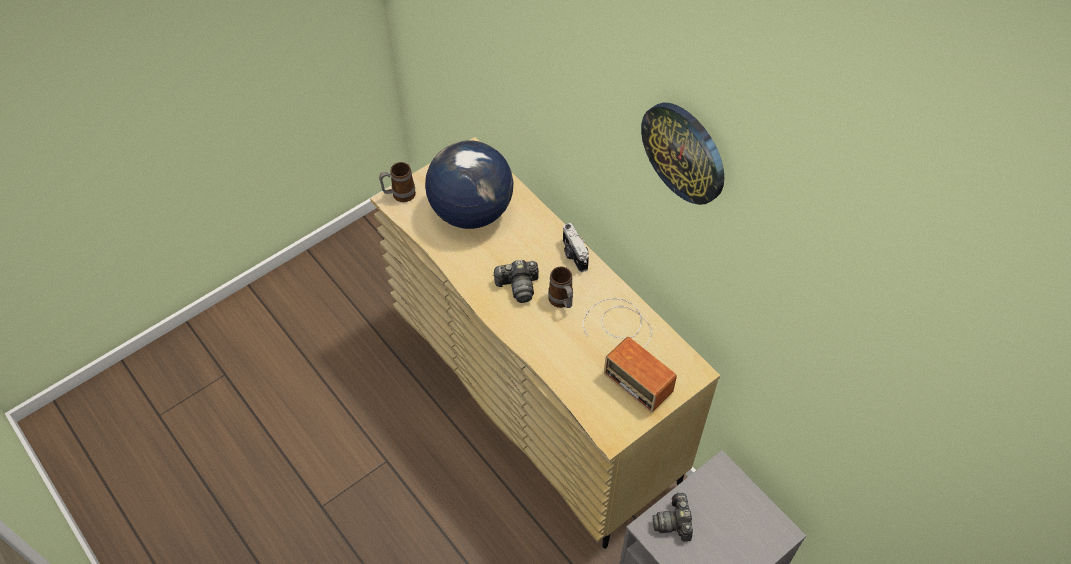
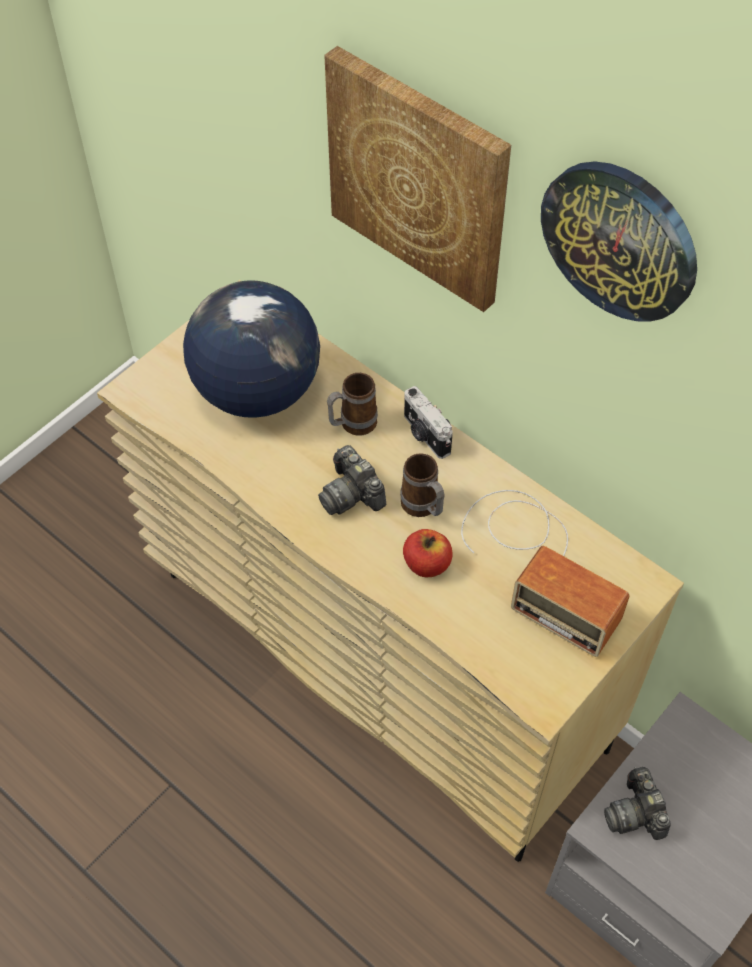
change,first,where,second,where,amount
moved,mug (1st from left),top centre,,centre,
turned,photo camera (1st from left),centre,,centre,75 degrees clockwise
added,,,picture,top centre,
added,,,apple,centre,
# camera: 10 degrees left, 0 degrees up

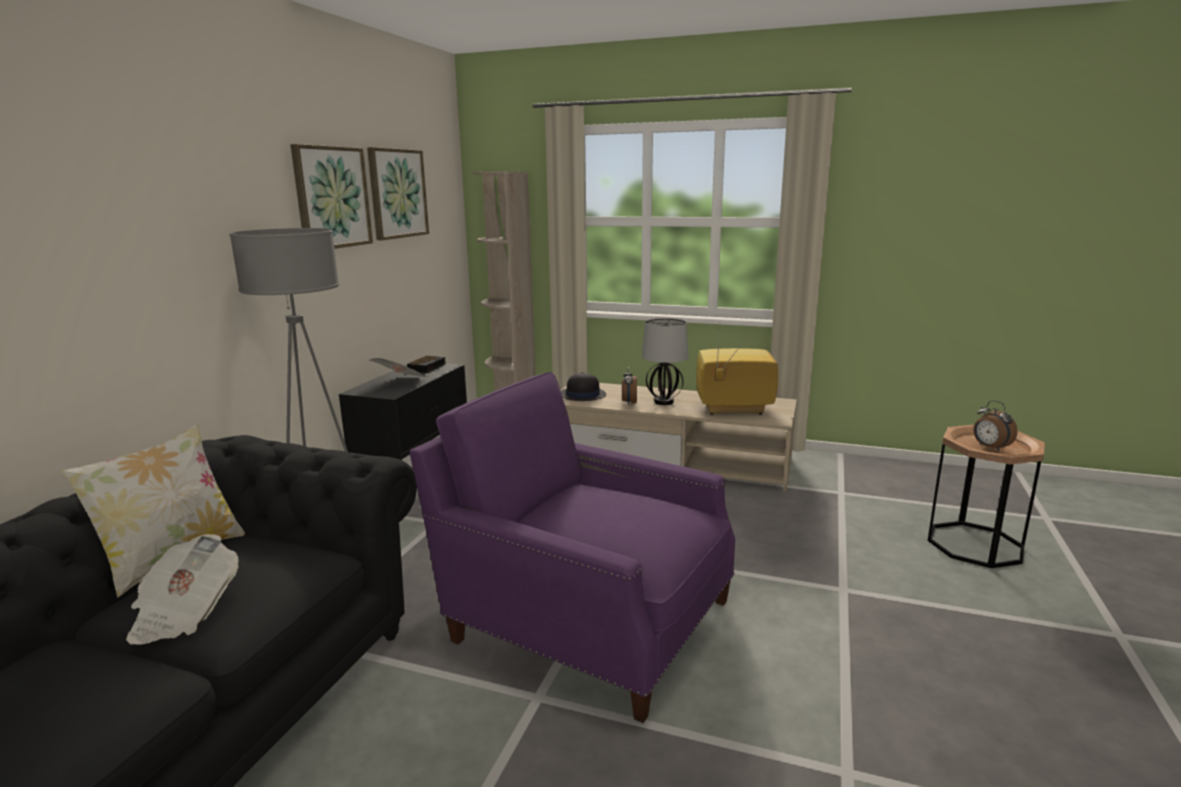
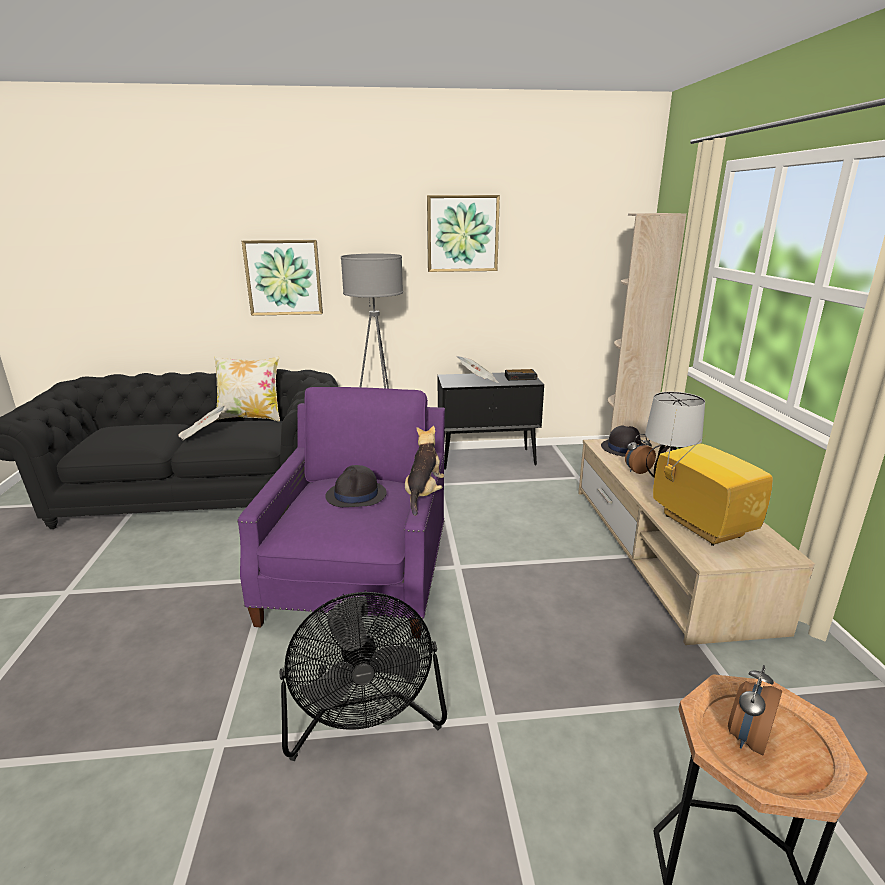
change,first,where,second,where,amount
moved,picture (2nd from left in the first image),top centre,picture (1st from left),top left,
added,,,plush toy,centre,
added,,,hat (black) (1st from left),centre,
added,,,fan (black),bottom centre,
# camera: 65 degrees right, 5 degrees up

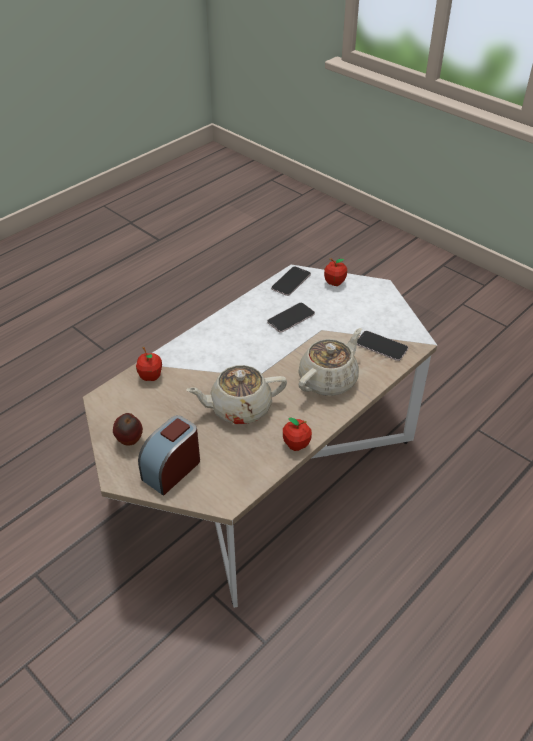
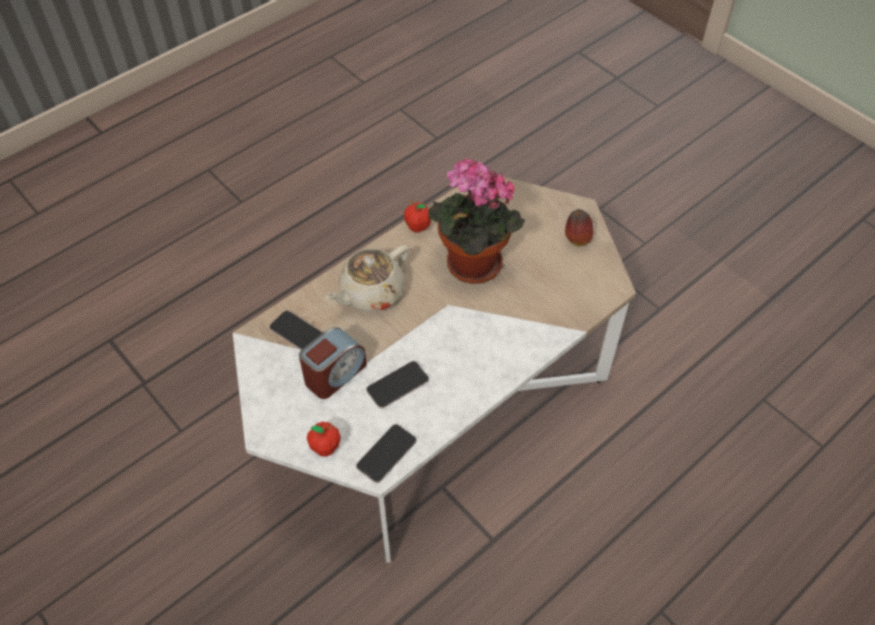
change,first,where,second,where,amount
removed,apple (2nd from left),middle left,,,
replaced,teapot (beige) (1st from left),centre,potted plant,centre,
moved,alarm clock,middle left,,centre,
# camera: 175 degrees left, 10 degrees up

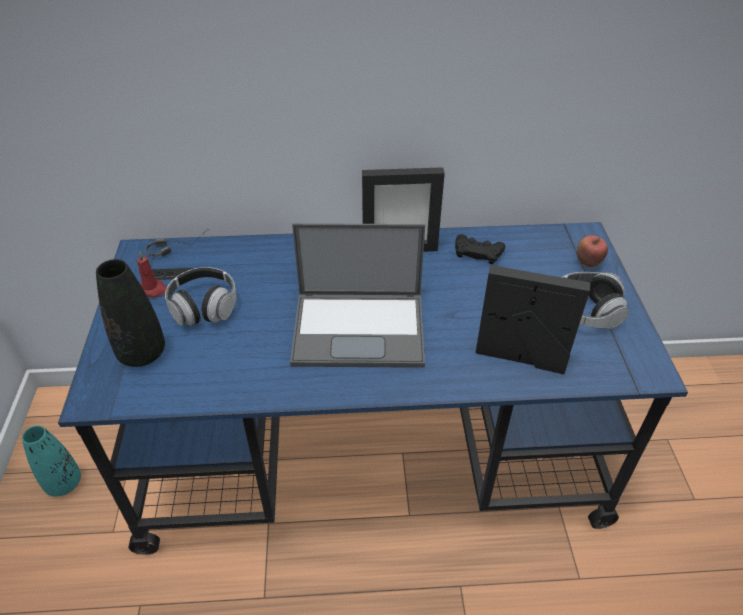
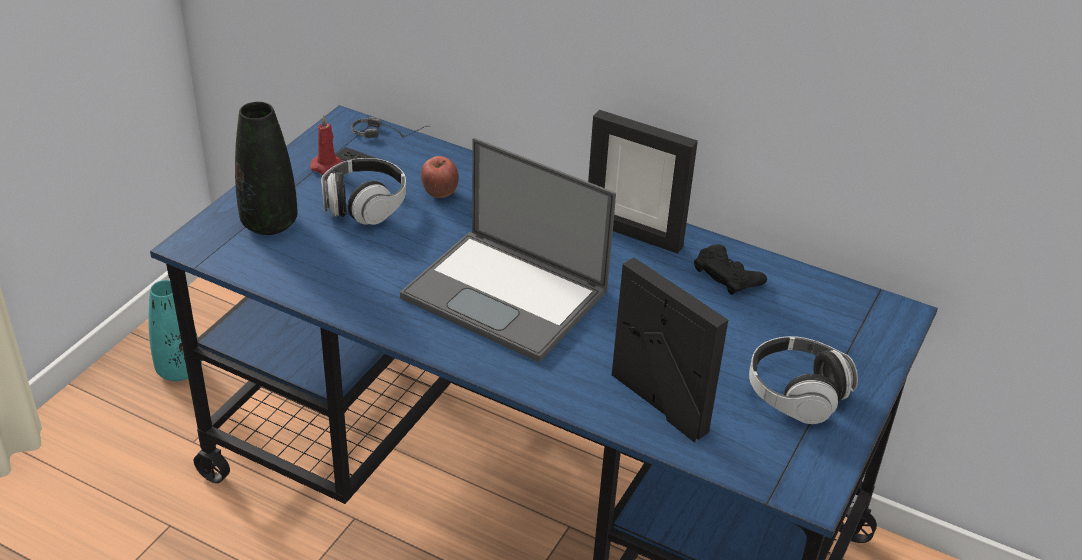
change,first,where,second,where,amount
moved,apple,middle right,,top centre,
# camera: 30 degrees right, 5 degrees down

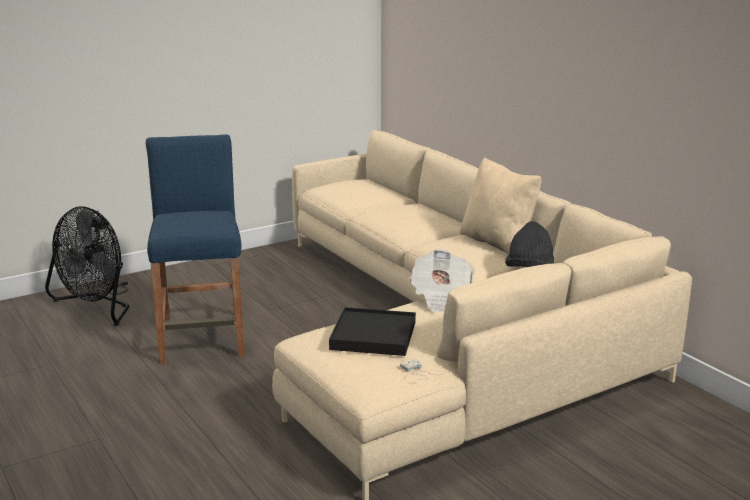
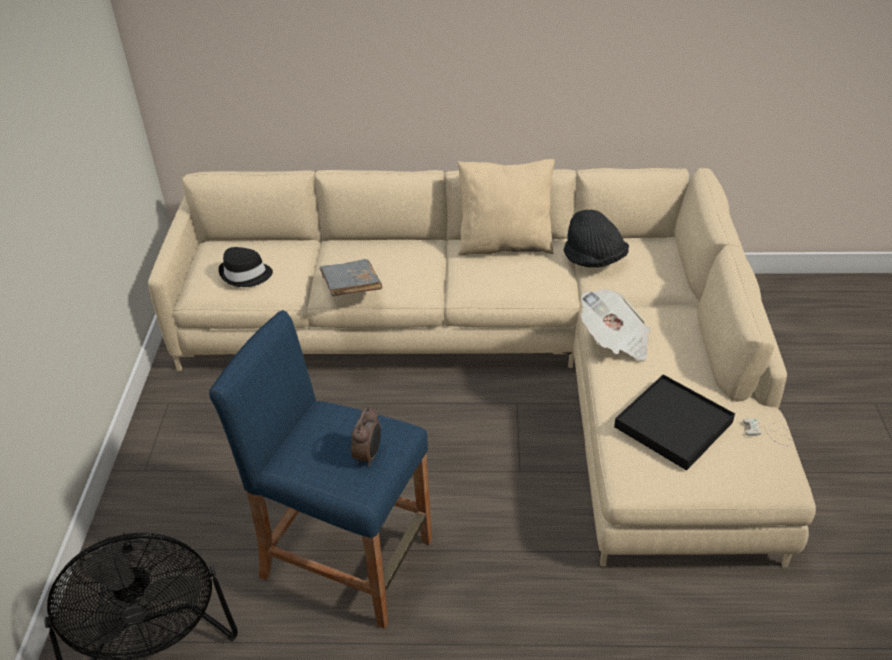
change,first,where,second,where,amount
added,,,hat (black) (1st from left),middle left,
added,,,book (grey),centre,
added,,,alarm clock,centre,
# camera: 55 degrees left, 20 degrees up

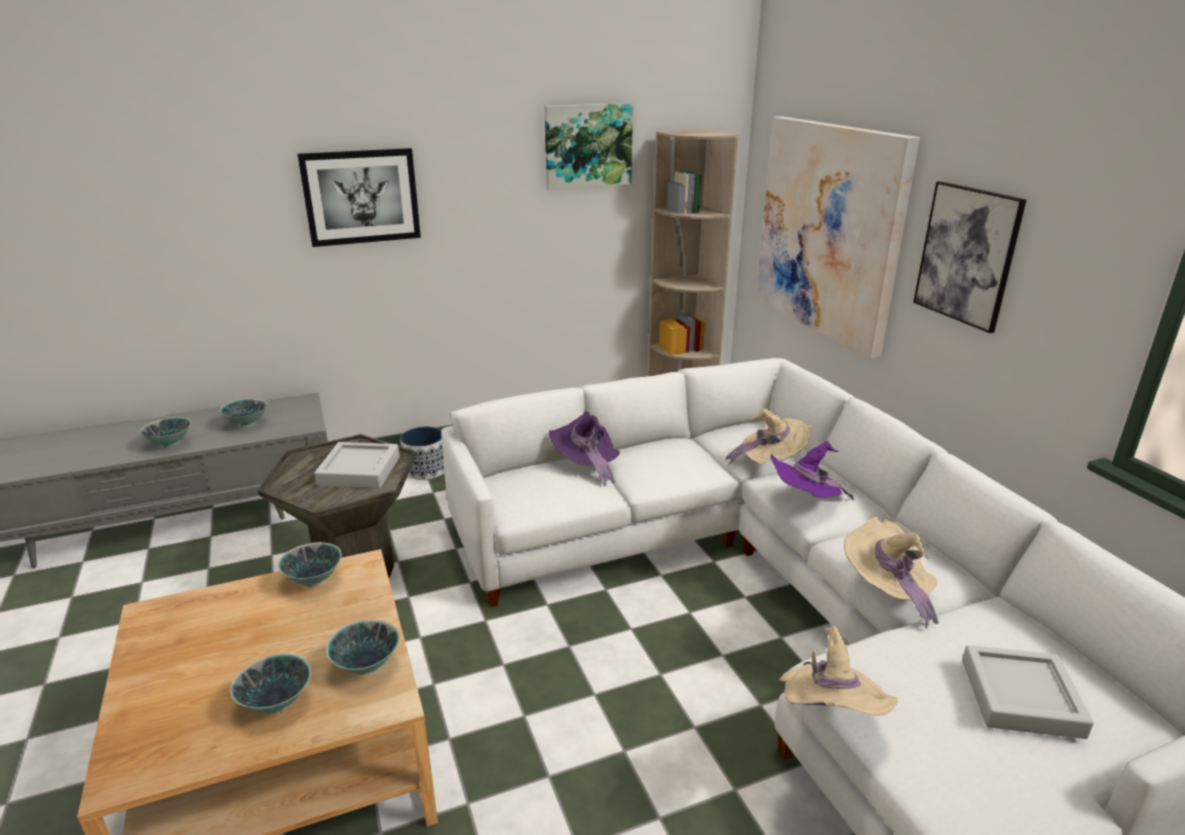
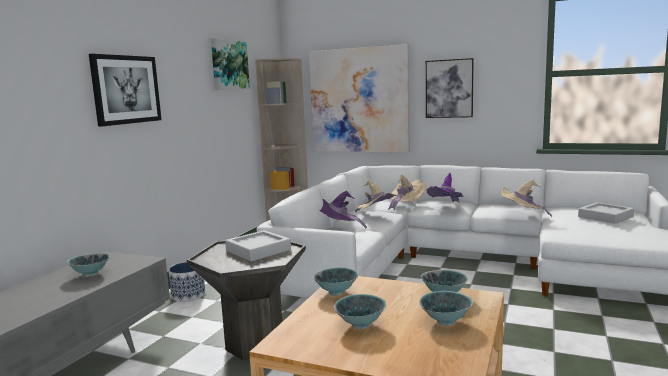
change,first,where,second,where,amount
moved,bowl (1st from left in the first image),middle left,bowl (3rd from left),bottom centre,
moved,hat (beige) (2nd from left in the first image),bottom right,hat (beige) (1st from left),centre,
# camera: 45 degrees left, 15 degrees down

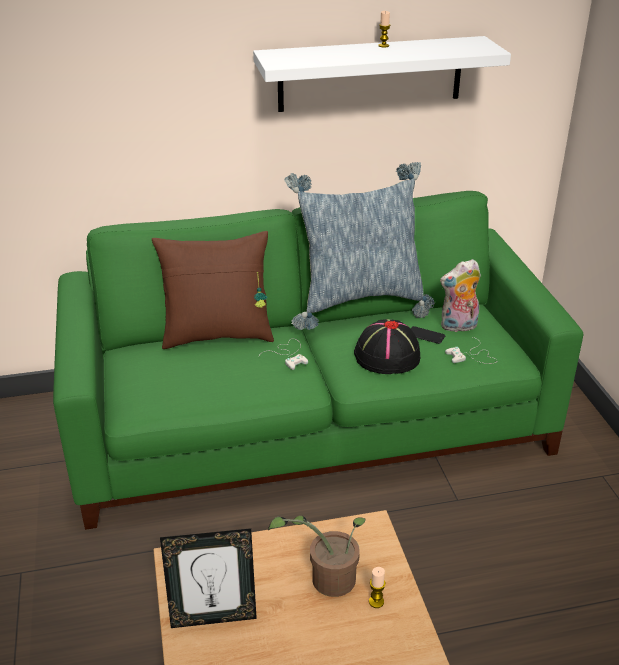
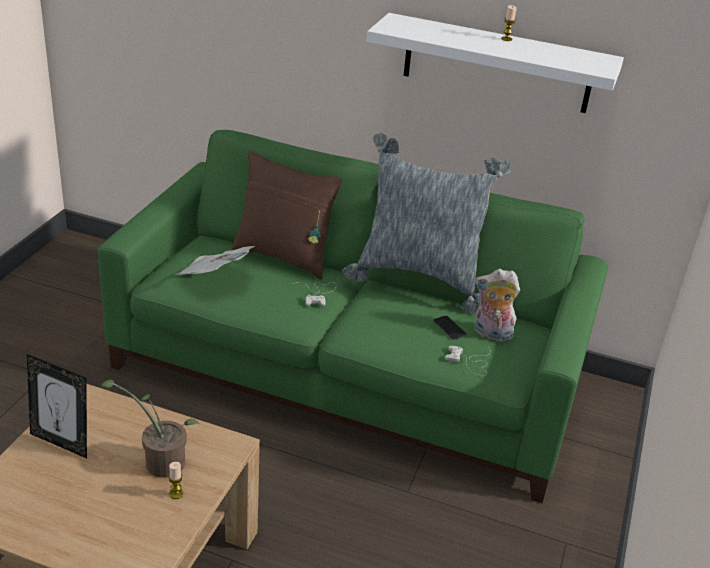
change,first,where,second,where,amount
removed,hat (black),centre,,,
added,,,newspaper,middle left,
# camera: 30 degrees right, 0 degrees up

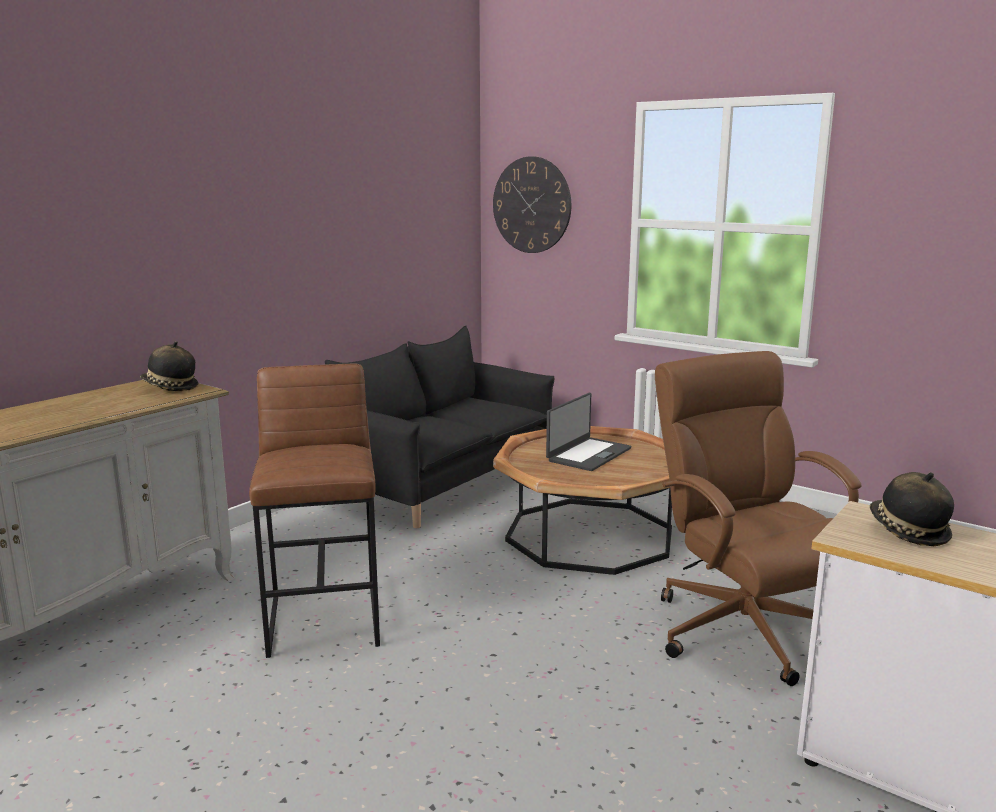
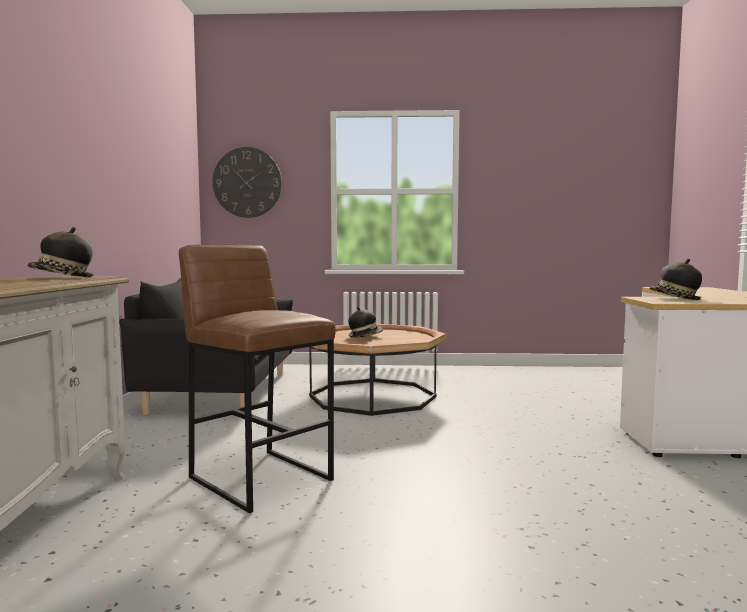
change,first,where,second,where,amount
removed,office chair (brown),middle right,,,
replaced,laptop,centre,hat (2nd from left),centre,
# camera: 35 degrees left, 10 degrees down

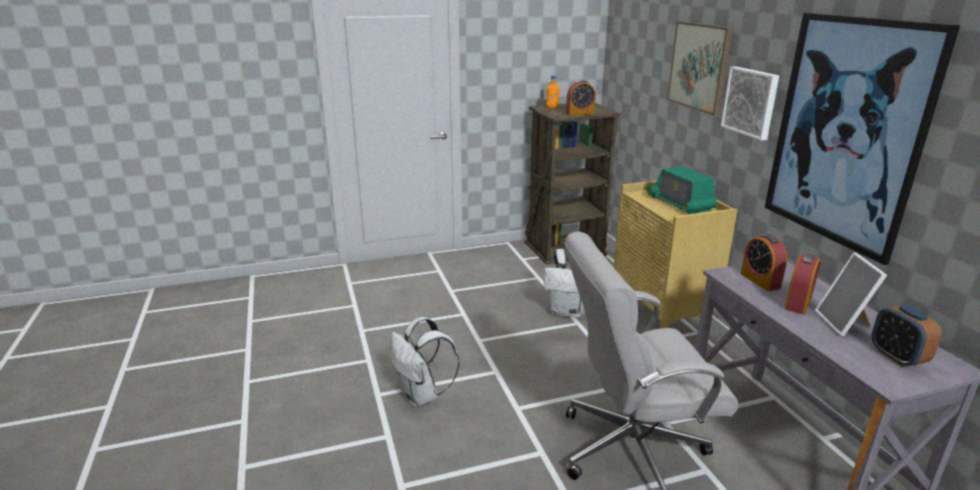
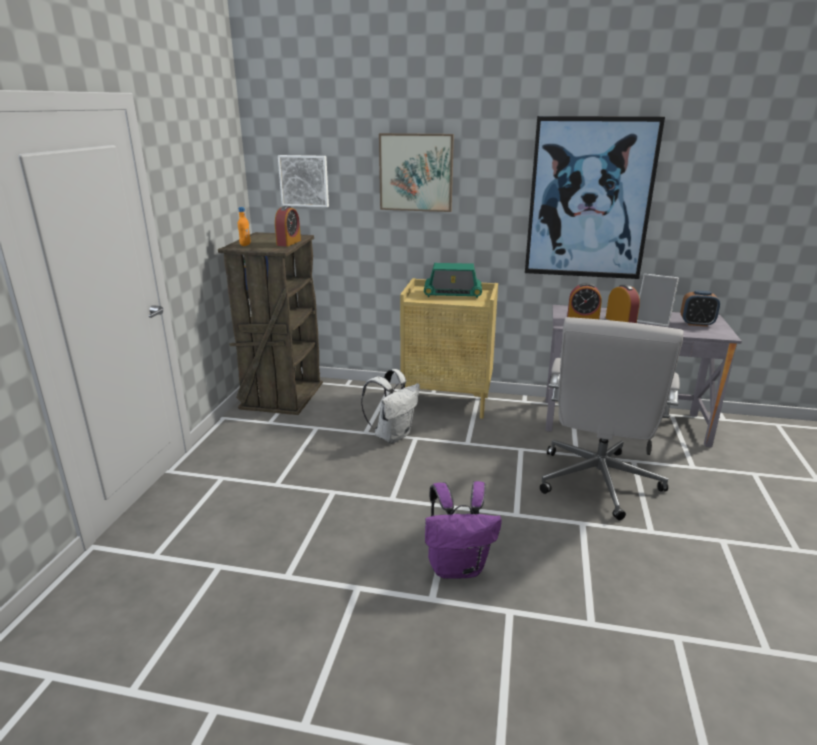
change,first,where,second,where,amount
moved,picture (2nd from left in the first image),top right,picture (1st from left),top centre,
recoloured,backpack (white) (1st from left),bottom centre,backpack (purple),bottom centre,
# camera: 60 degrees left, 0 degrees up

